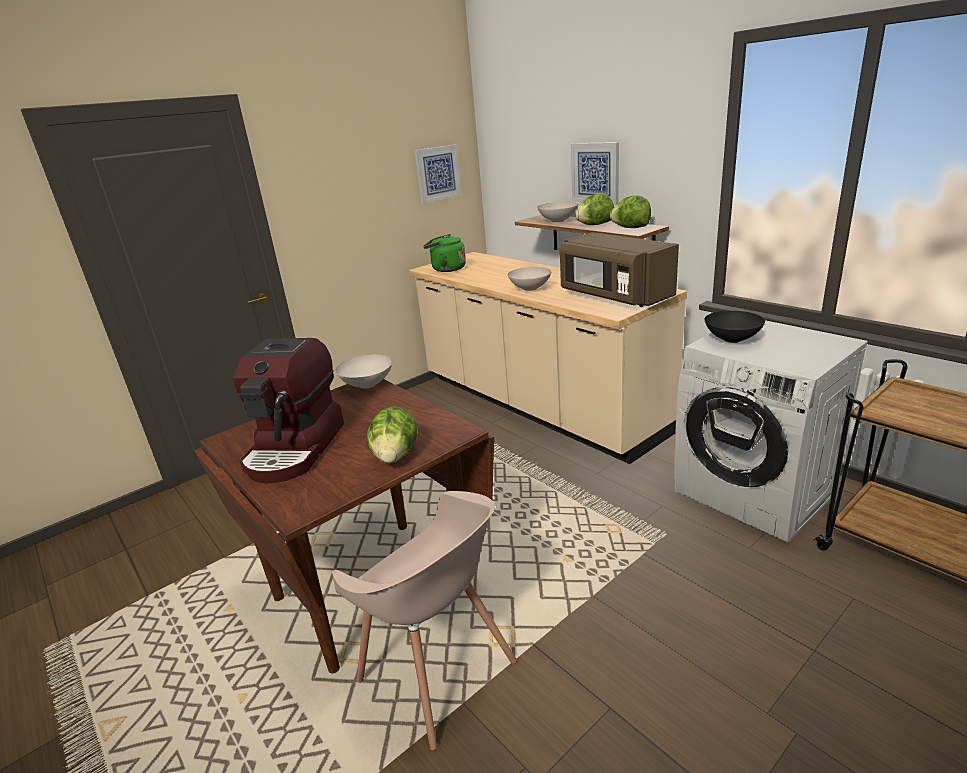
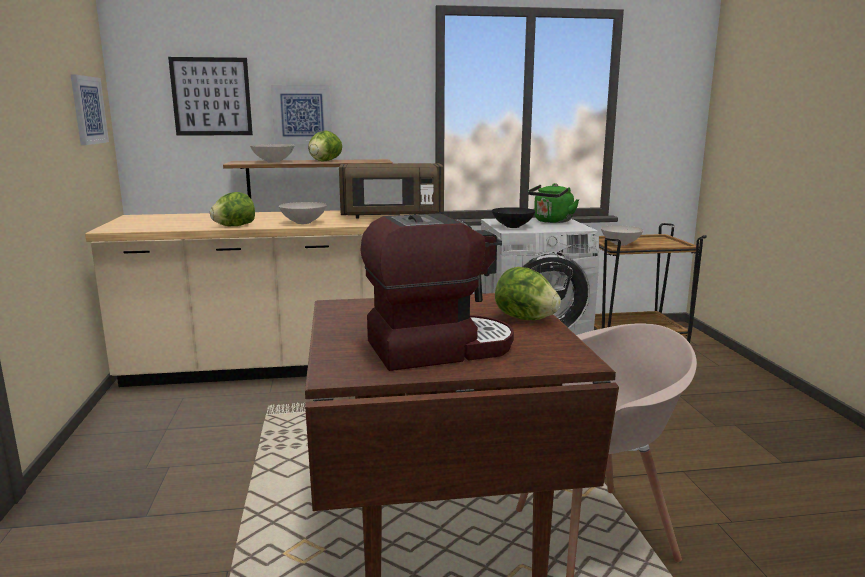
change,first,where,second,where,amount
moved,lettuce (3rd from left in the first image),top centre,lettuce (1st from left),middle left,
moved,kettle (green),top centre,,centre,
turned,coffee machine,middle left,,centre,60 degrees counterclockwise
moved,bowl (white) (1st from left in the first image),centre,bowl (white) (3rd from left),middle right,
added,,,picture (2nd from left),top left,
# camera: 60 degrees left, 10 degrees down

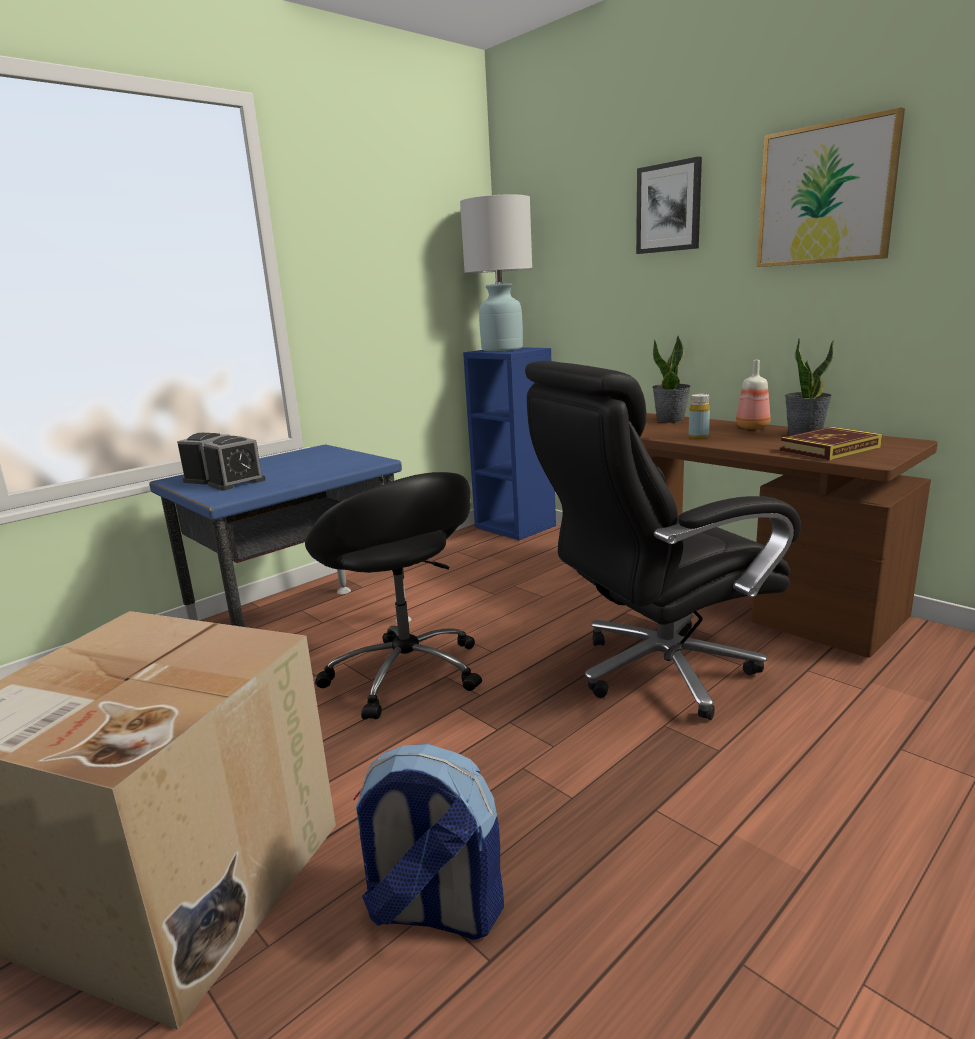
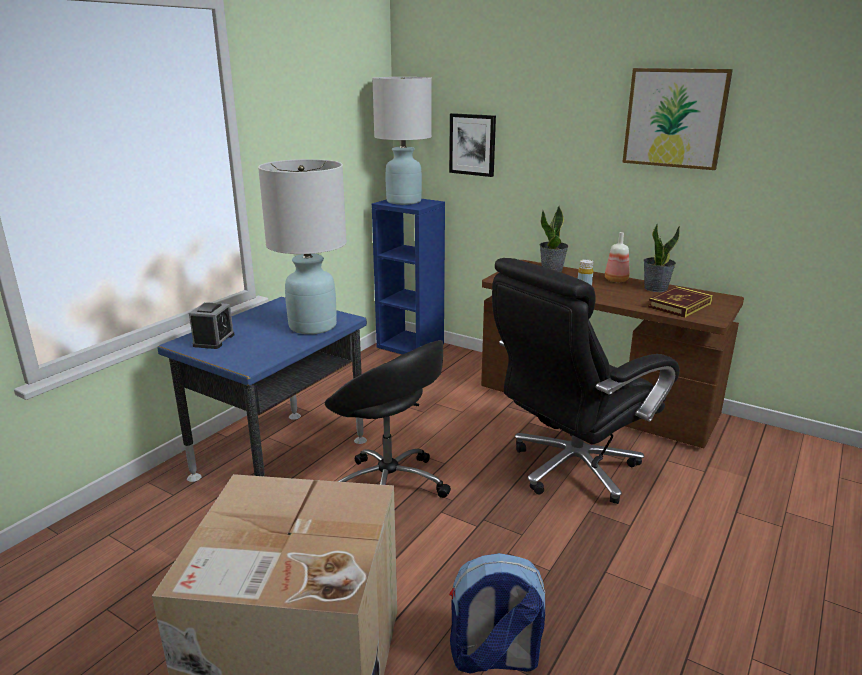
change,first,where,second,where,amount
moved,picture (1st from left),top right,,top centre,
removed,alarm clock (2nd from left),middle left,,,
added,,,table lamp (white) (1st from left),centre,
# camera: 15 degrees left, 5 degrees up

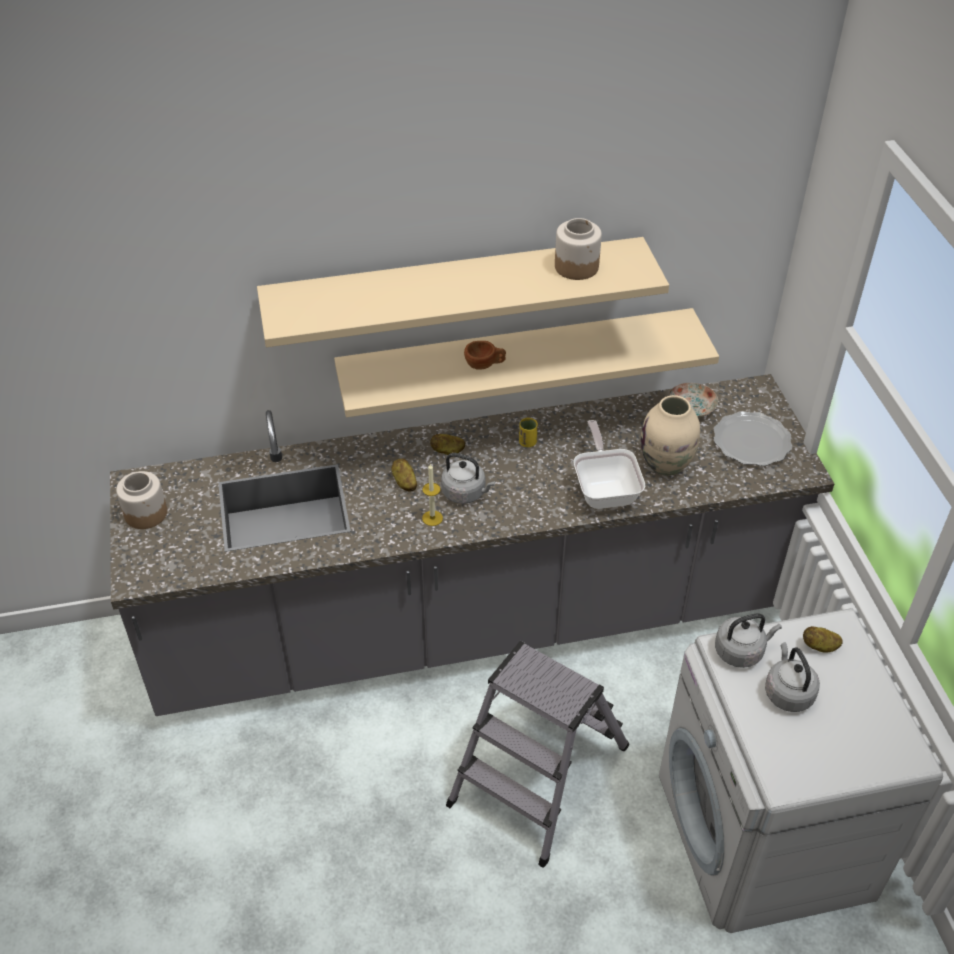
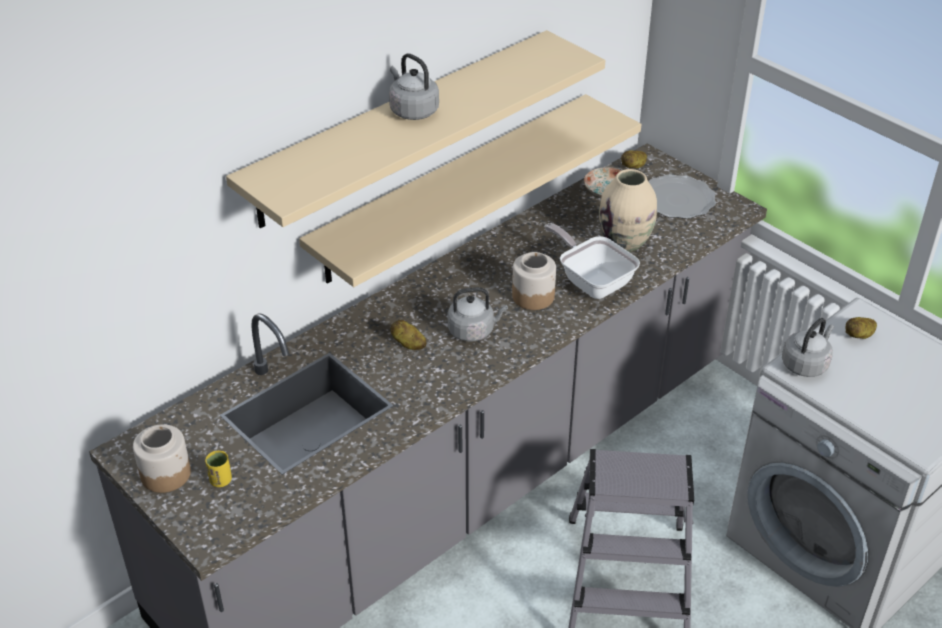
change,first,where,second,where,amount
moved,jar (2nd from left),top centre,,centre,
removed,cup (brown),centre,,,
moved,cup (yellow),centre,,bottom left,
moved,potato (2nd from left),centre,,top right,
removed,candle,centre,,,
moved,kettle (grey) (3rd from left in the first image),bottom right,kettle (grey) (1st from left),top centre,
# camera: 30 degrees left, 5 degrees down

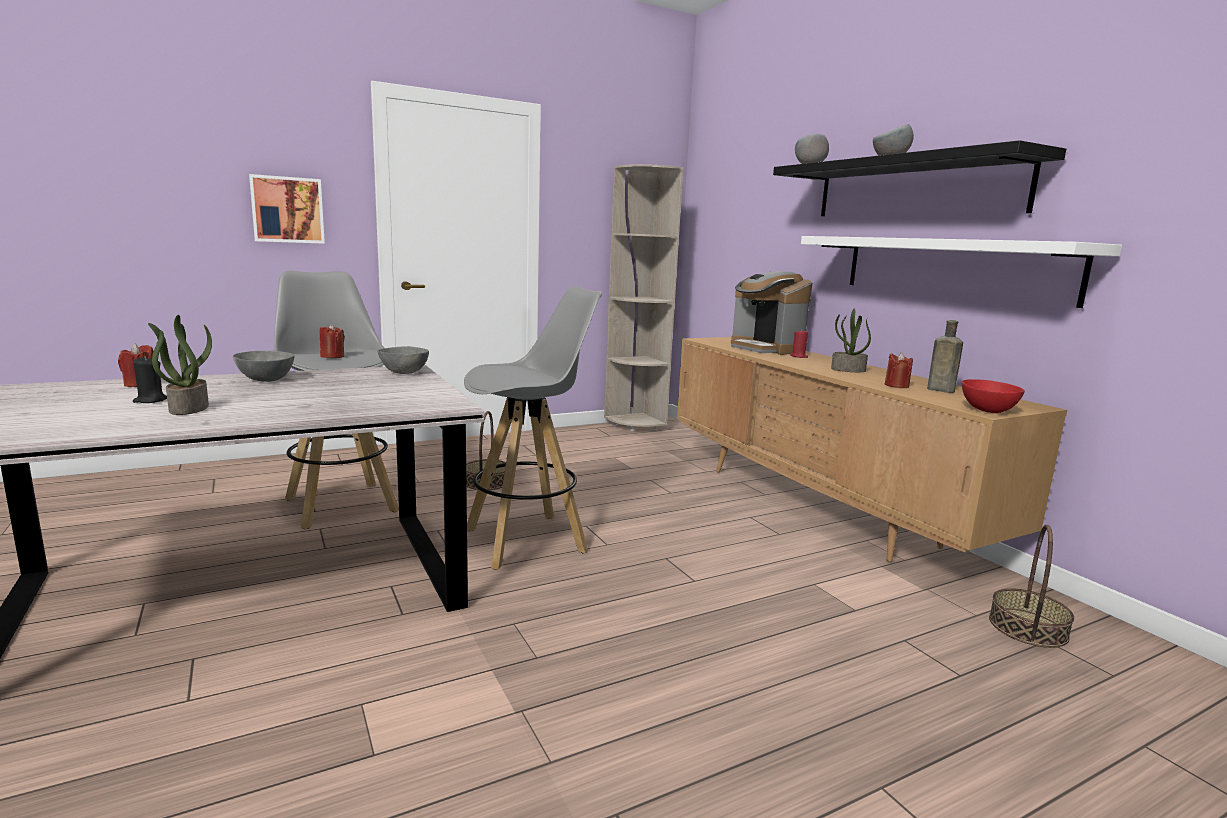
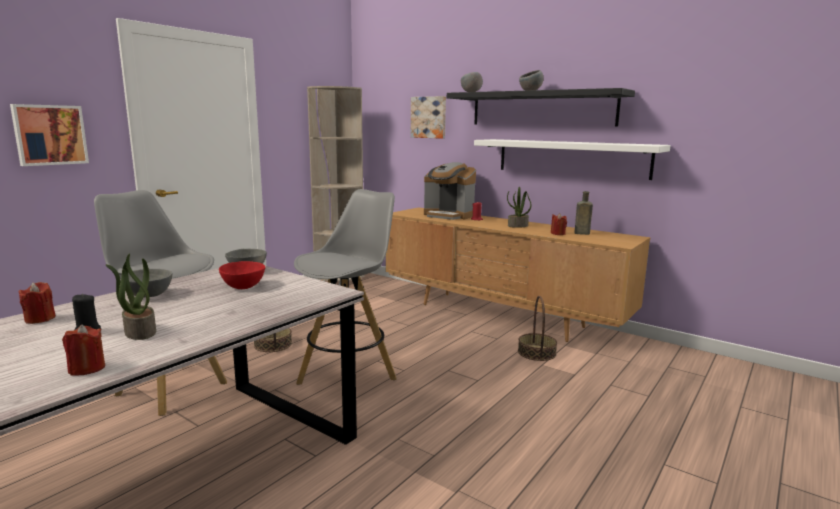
change,first,where,second,where,amount
moved,candle (red) (2nd from left),middle left,,bottom left,
moved,bowl (red),middle right,,middle left,
moved,basket (2nd from left),bottom right,,centre,
added,,,picture (2nd from left),top centre,
# camera: 25 degrees left, 0 degrees up

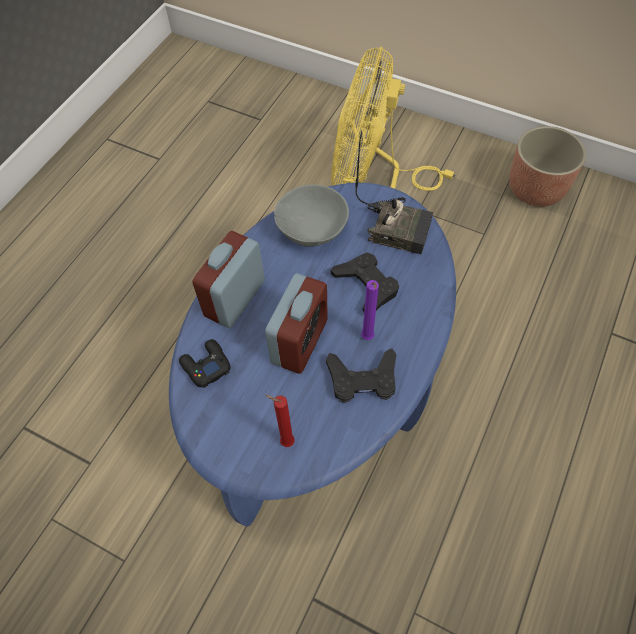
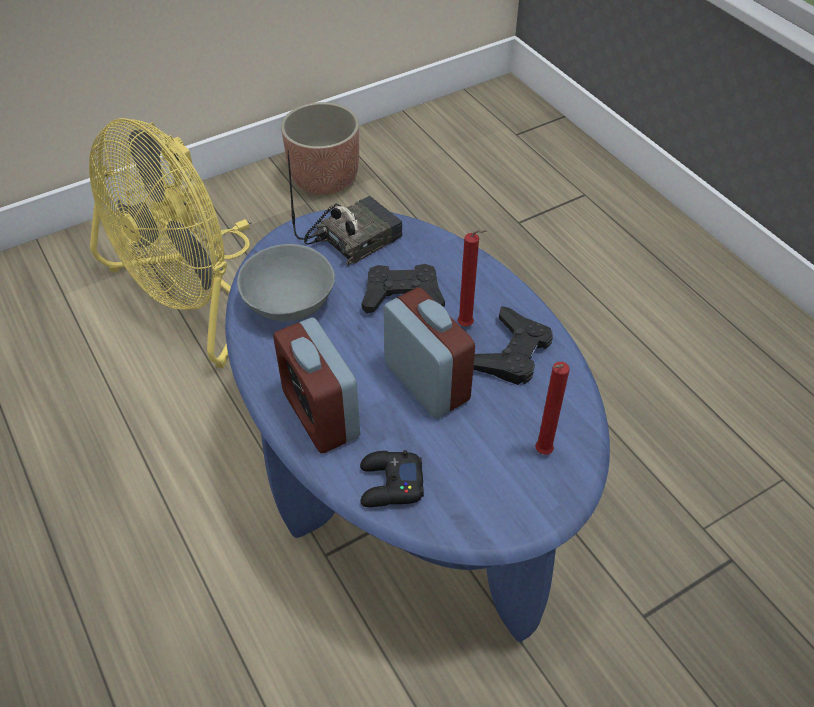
change,first,where,second,where,amount
recoloured,candle (purple),centre,candle (red) (1st from left),centre,
# camera: 60 degrees left, 10 degrees down

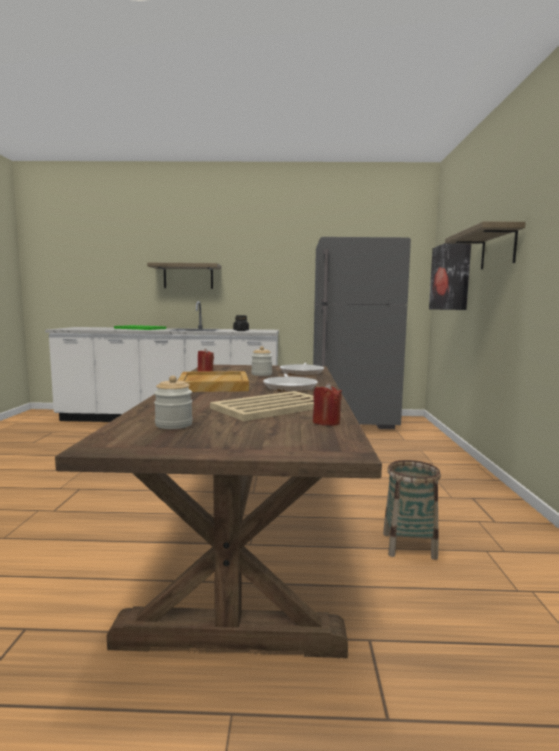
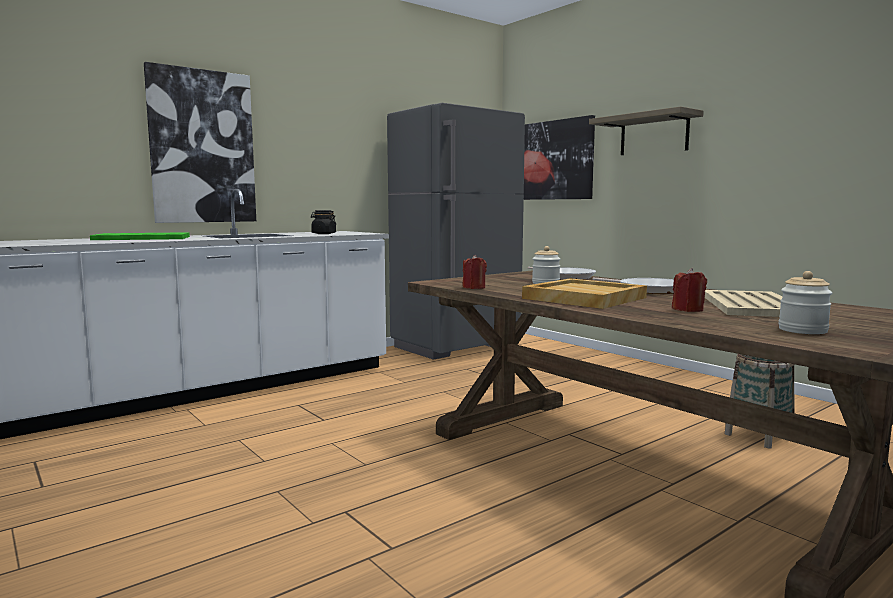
change,first,where,second,where,amount
replaced,shelf (1st from left),middle left,picture (1st from left),top left,
moved,candle (red) (2nd from left),centre,,middle right,
# camera: 40 degrees left, 0 degrees up

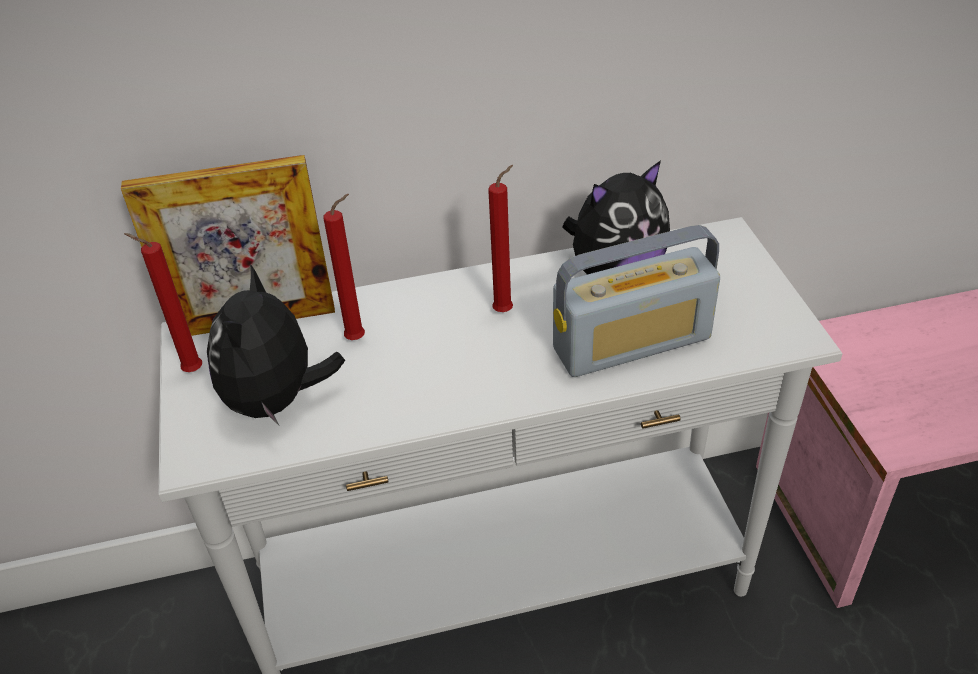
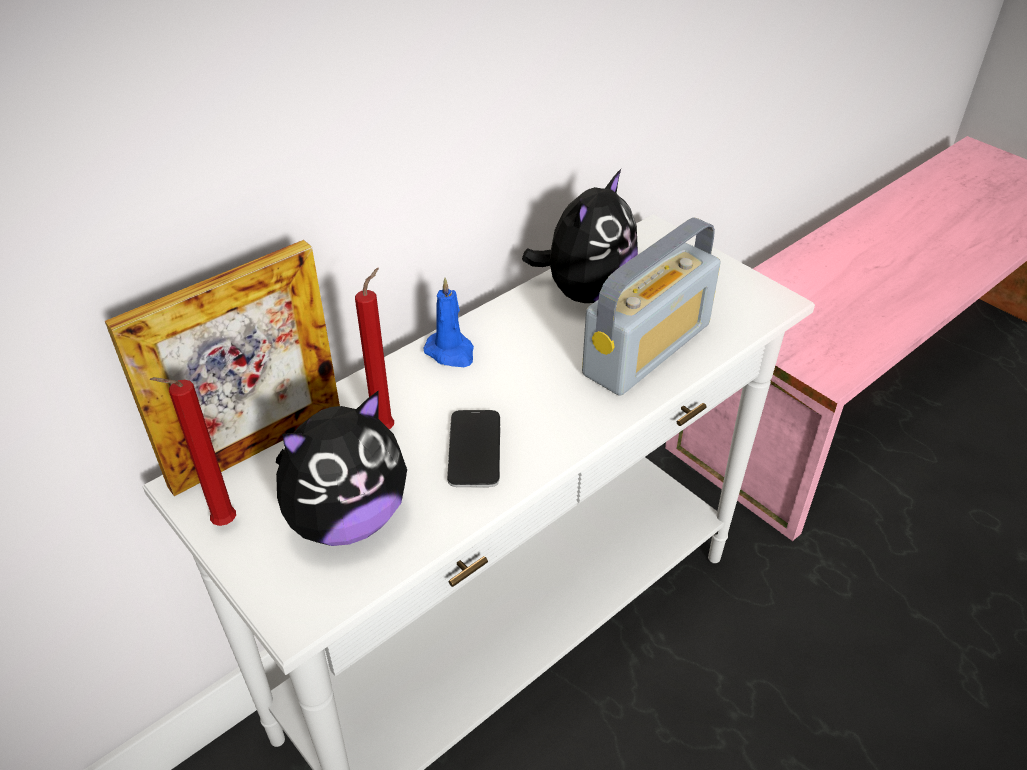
change,first,where,second,where,amount
removed,candle (red) (3rd from left),centre,,,
turned,plush toy (1st from left),middle left,,middle left,105 degrees counterclockwise
added,,,candle (blue),centre,
added,,,phone,centre,
# camera: 30 degrees left, 0 degrees up

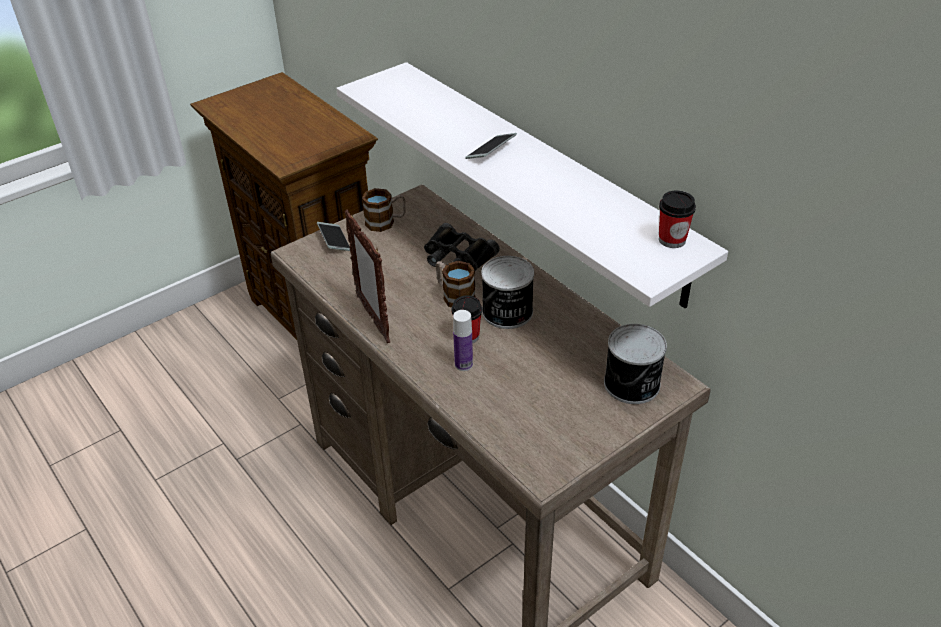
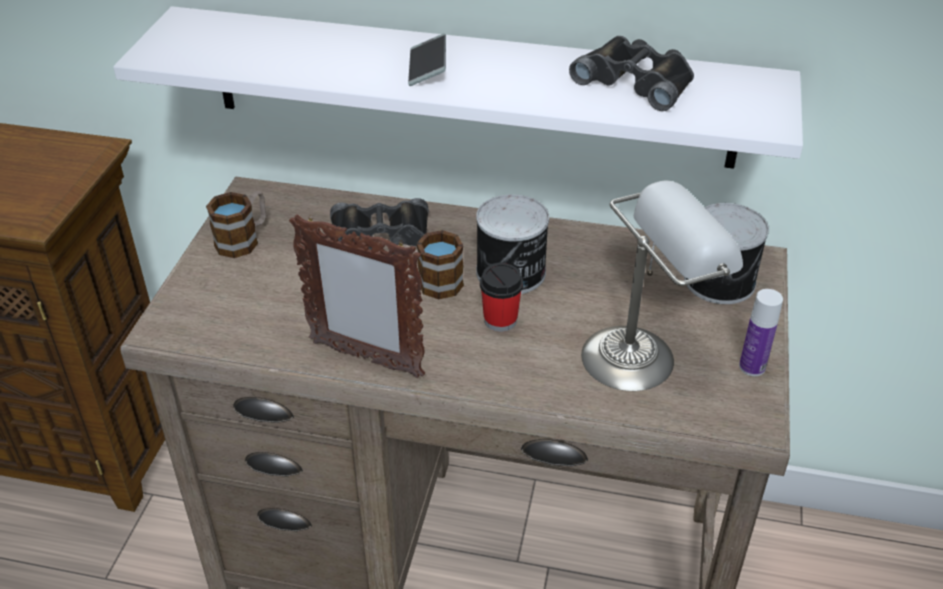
change,first,where,second,where,amount
removed,cup (2nd from left),middle right,,,
removed,phone (1st from left),centre,,,
moved,bottle,centre,,middle right,
added,,,binoculars (black) (2nd from left),top right,
added,,,table lamp (white),middle right,
# camera: 40 degrees left, 0 degrees up

